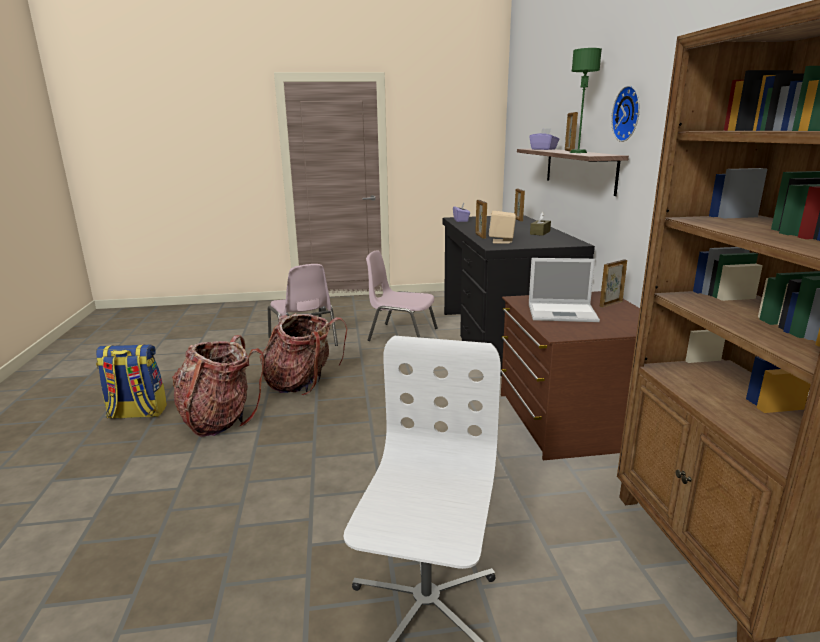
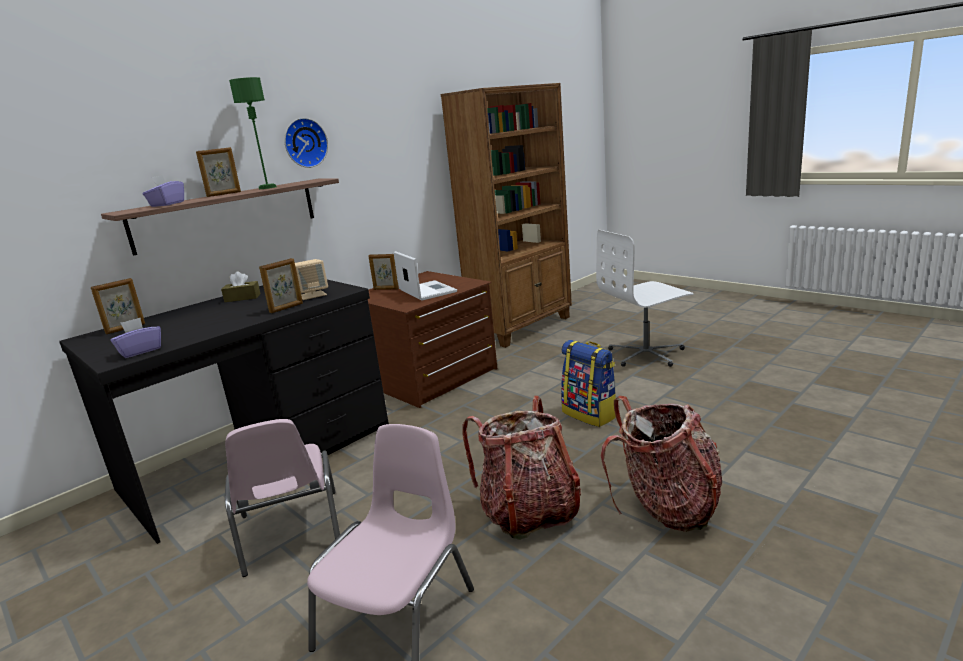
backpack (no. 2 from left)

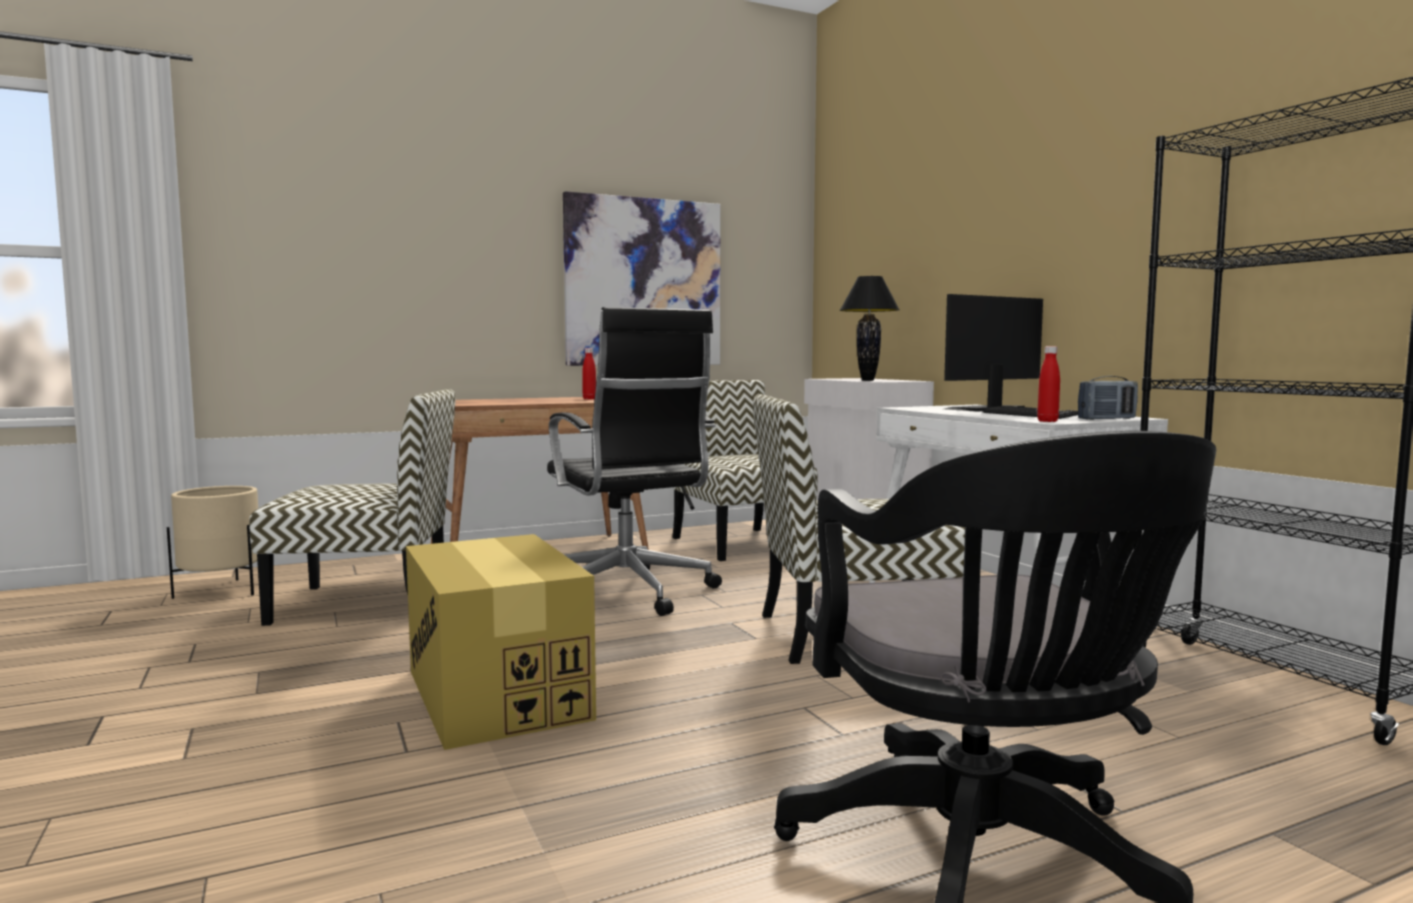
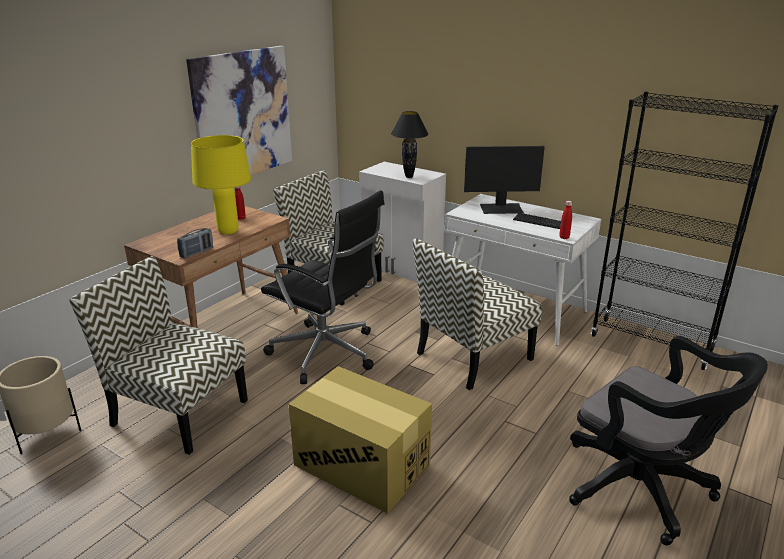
chair (no. 1 from left); radio; table lamp (yellow); monitor

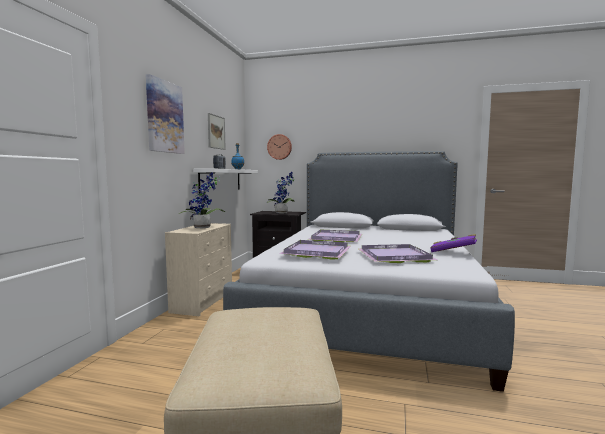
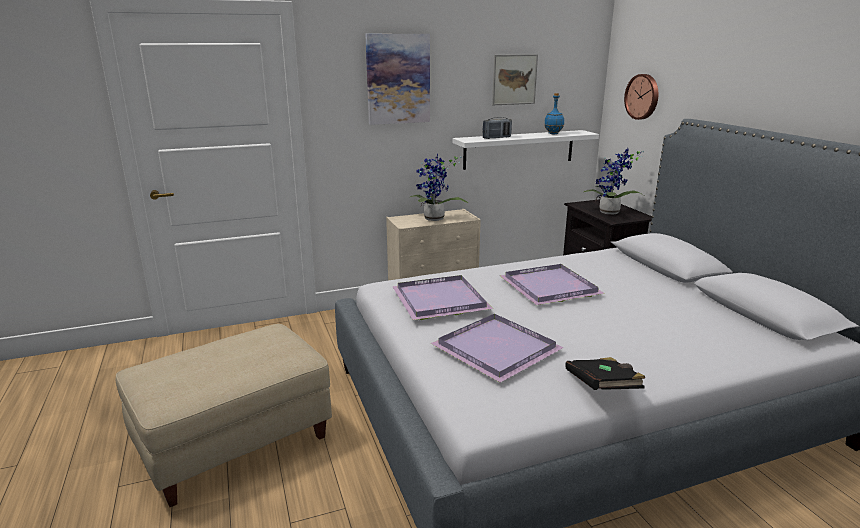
book (black)

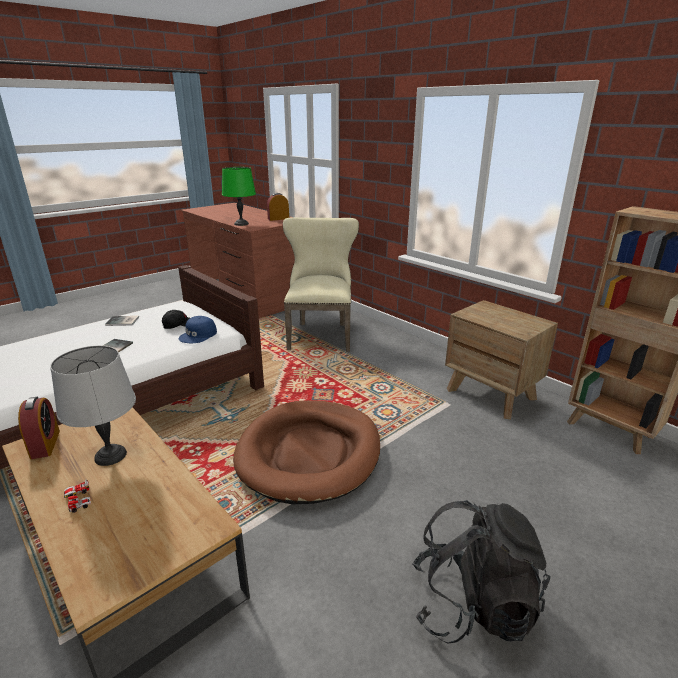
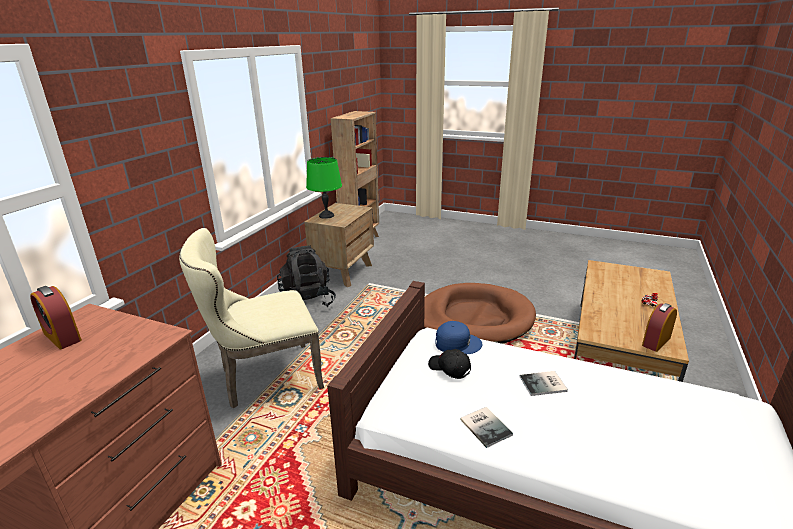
backpack (black); table lamp (green); table lamp (grey)

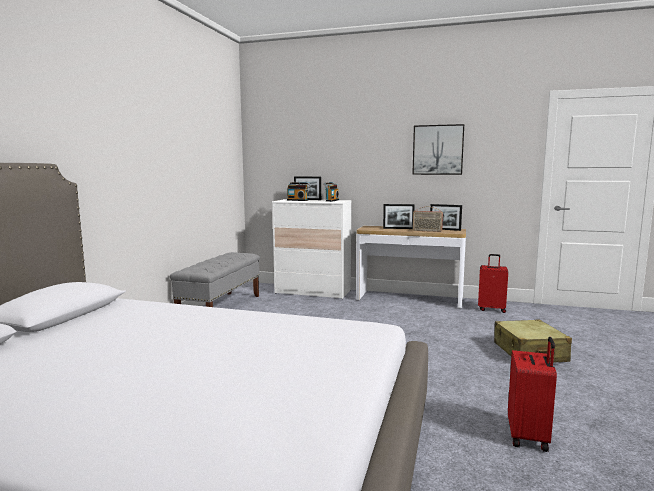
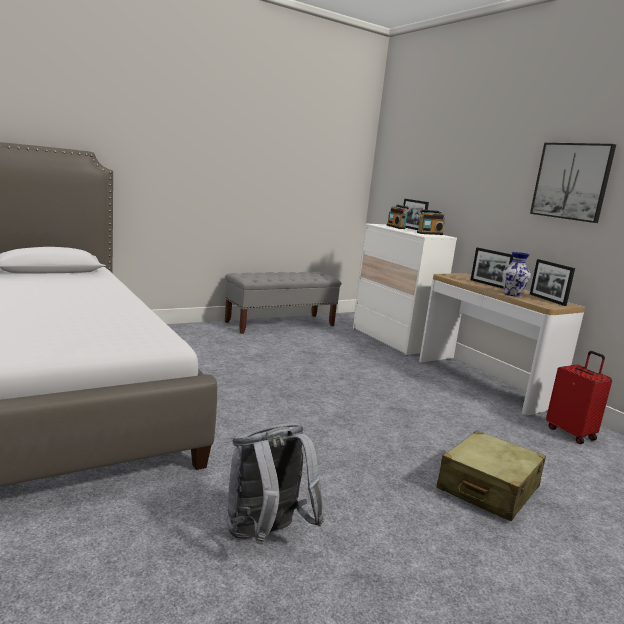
backpack (grey); vase

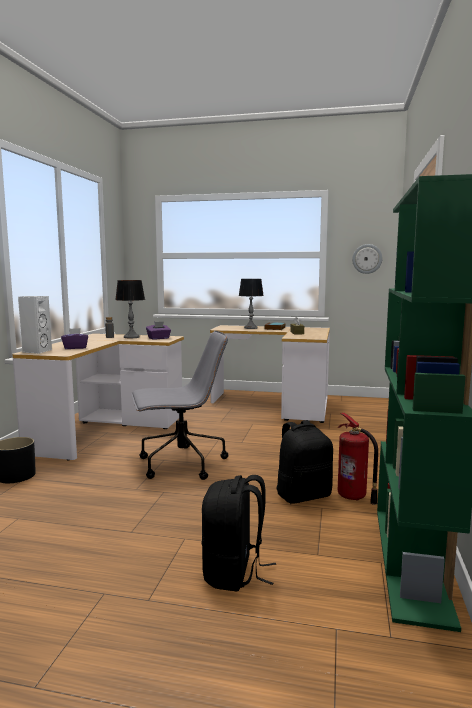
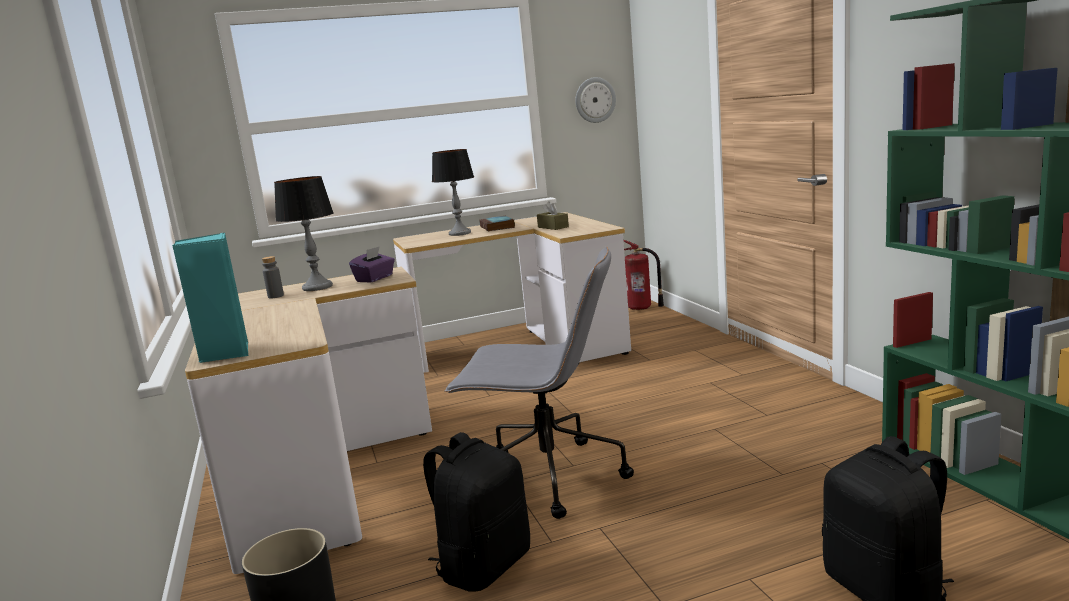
speaker (turquoise); backpack (black) (no. 1 from left); office chair (grey); fire extinguisher; tissue box (purple) (no. 1 from left in the first image)

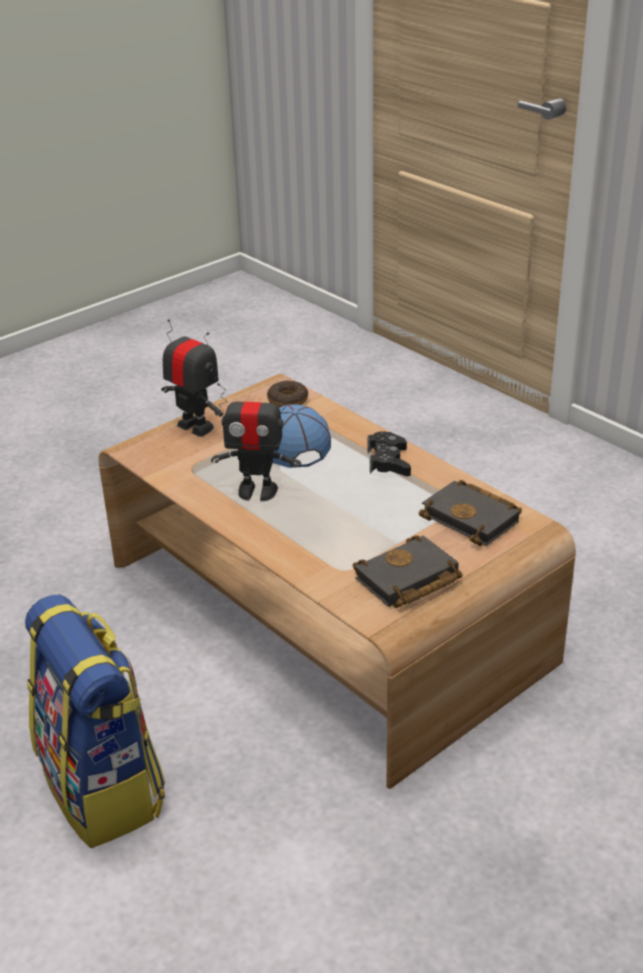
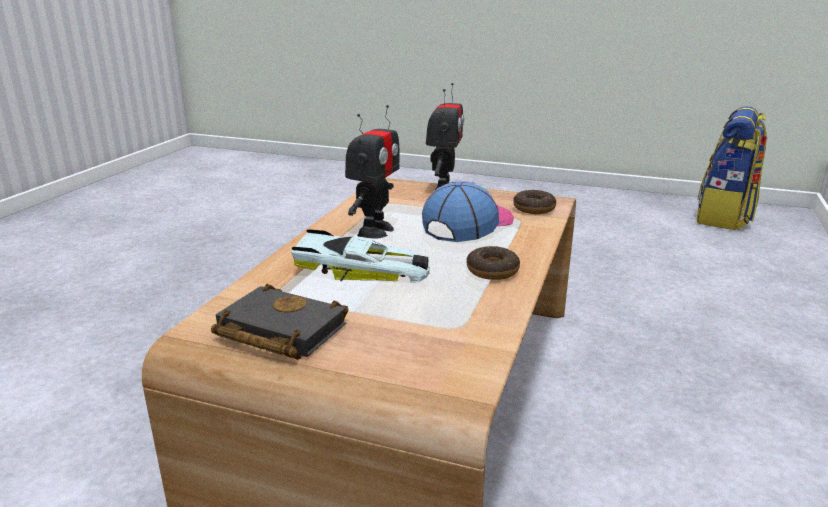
toy car; toy robot (no. 1 from left); donut (no. 1 from left); backpack; book (black) (no. 2 from left in the first image)

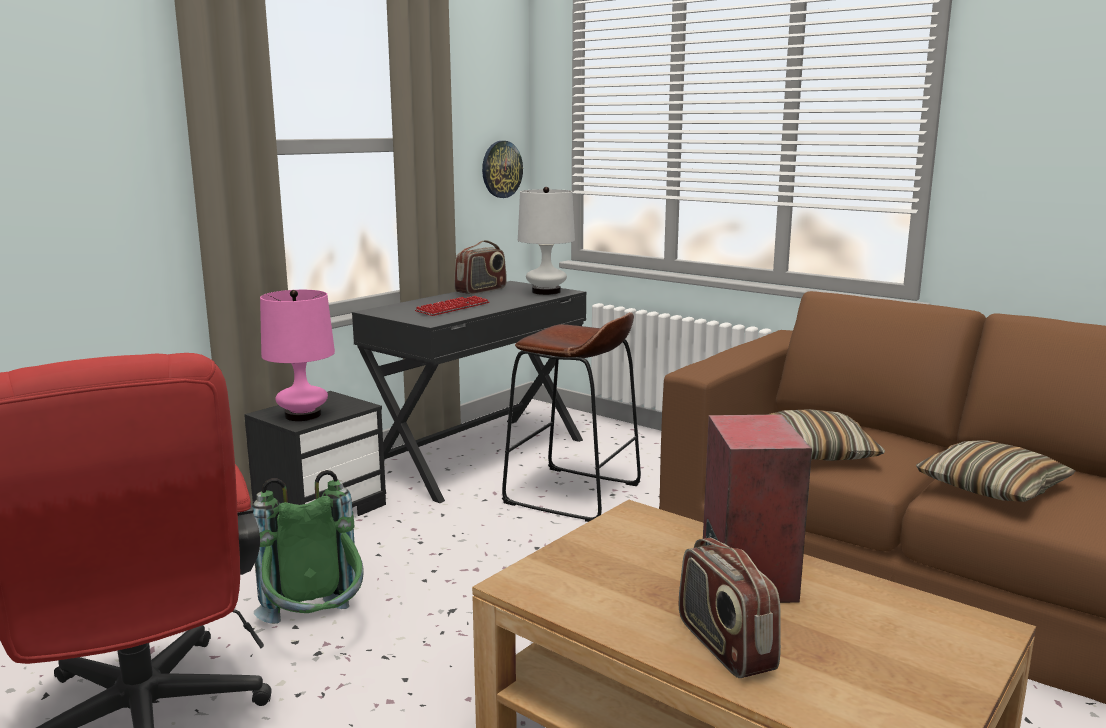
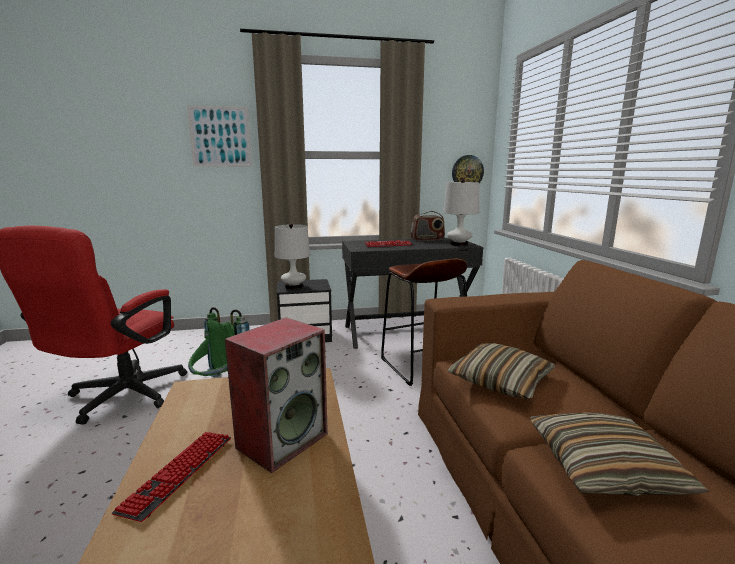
keyboard (no. 1 from left); picture; table lamp (white) (no. 1 from left)

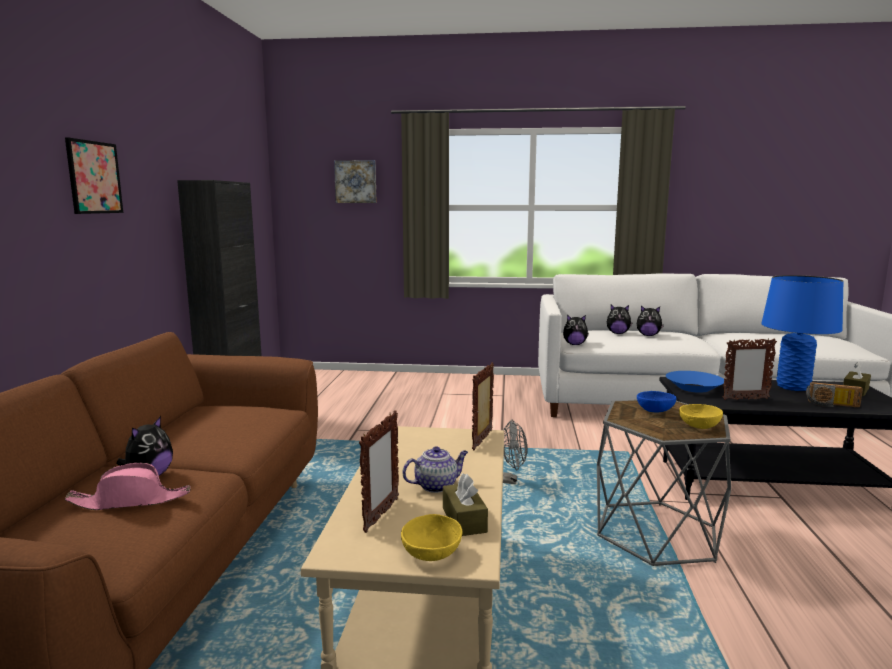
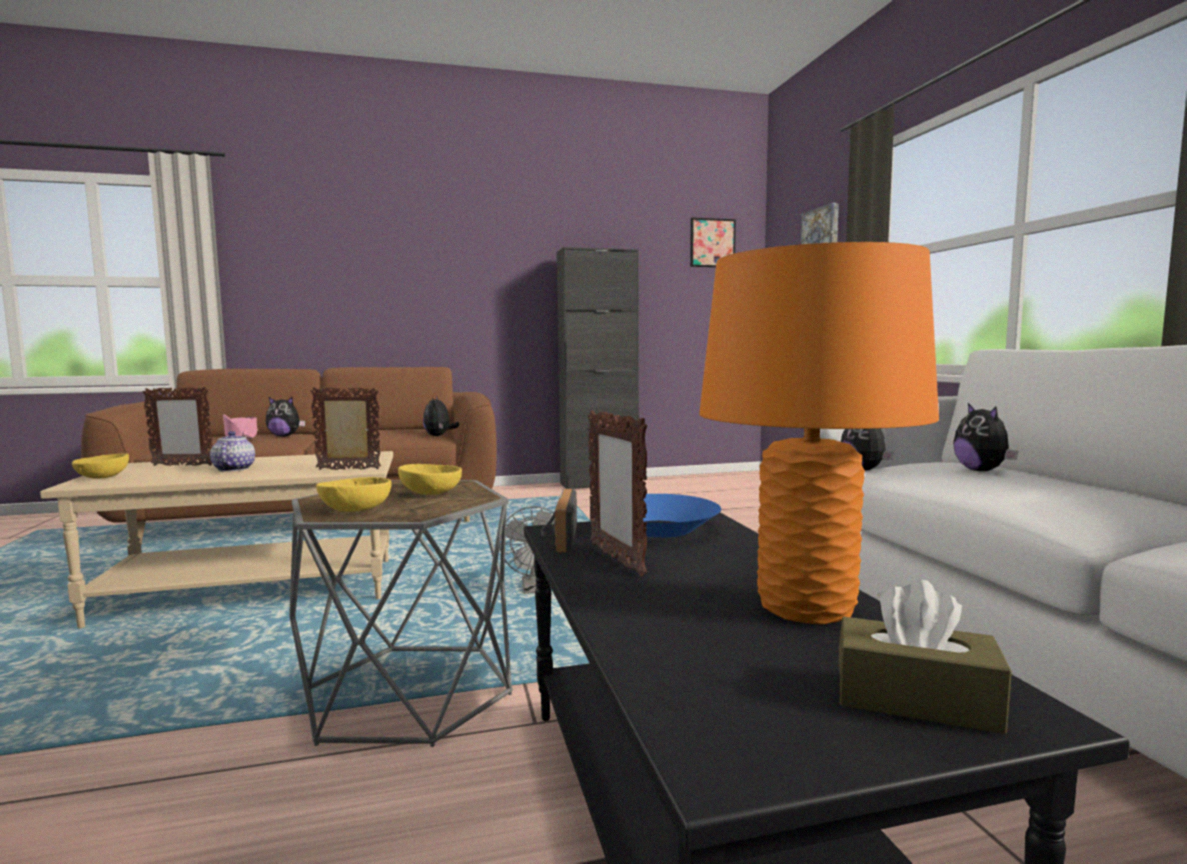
teapot; bowl (yellow) (no. 3 from left); plush toy (no. 2 from left); radio; picture (no. 1 from left); table lamp (orange); tissue box (brown) (no. 1 from left in the first image)

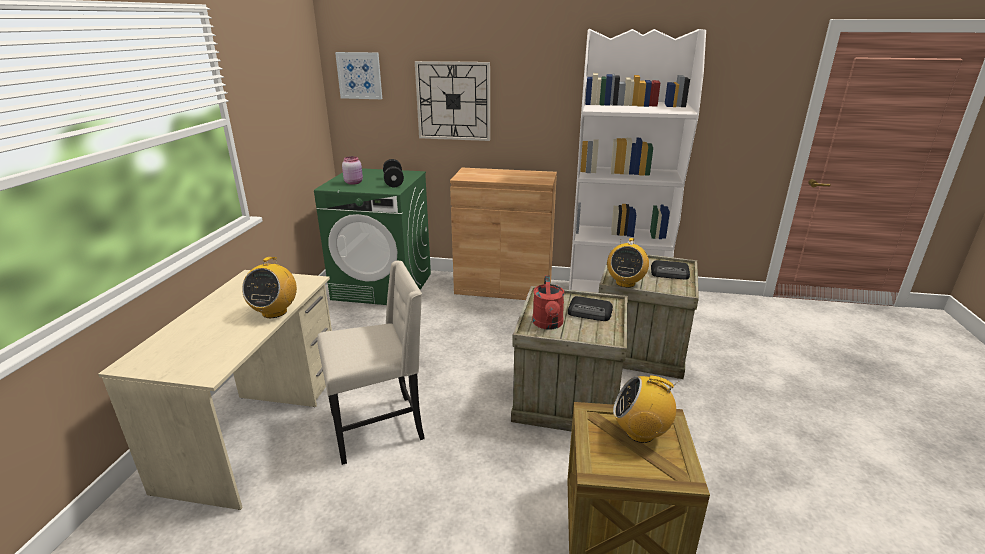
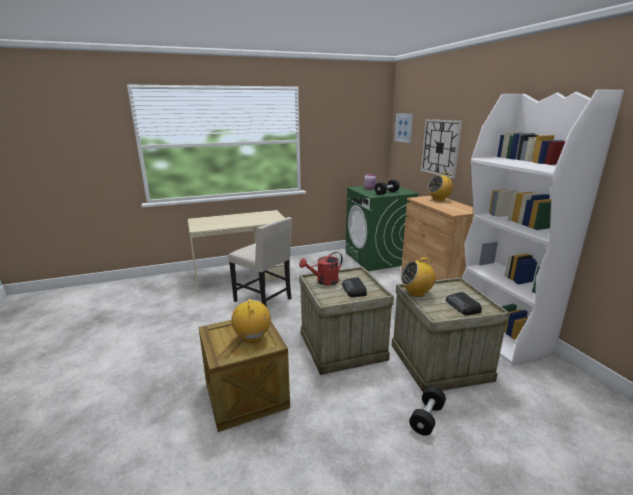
dumbbell (black) (no. 2 from left); radio (no. 4 from left)

